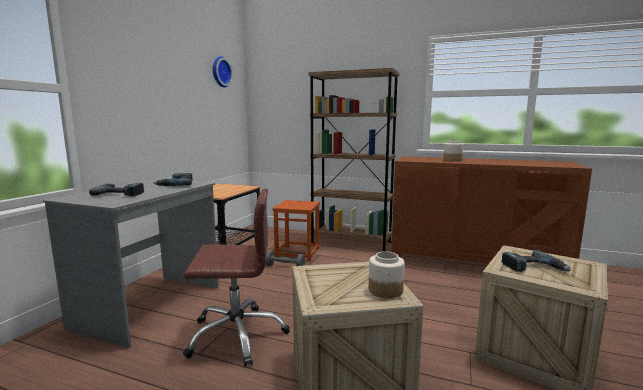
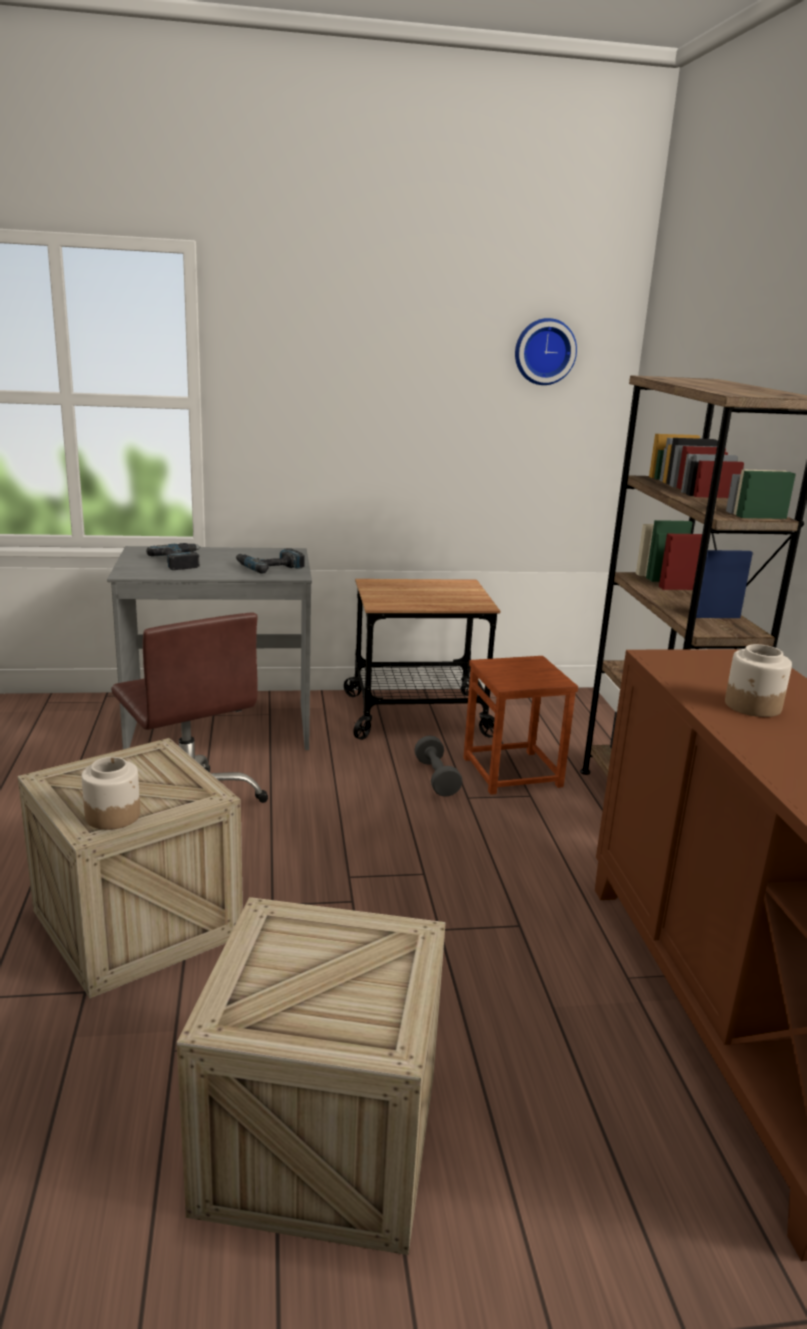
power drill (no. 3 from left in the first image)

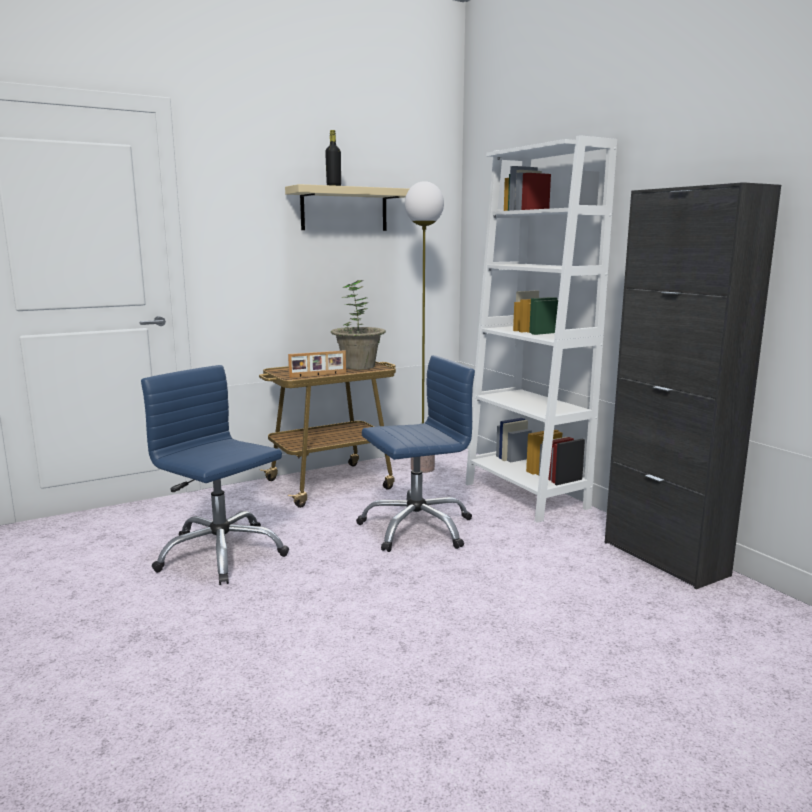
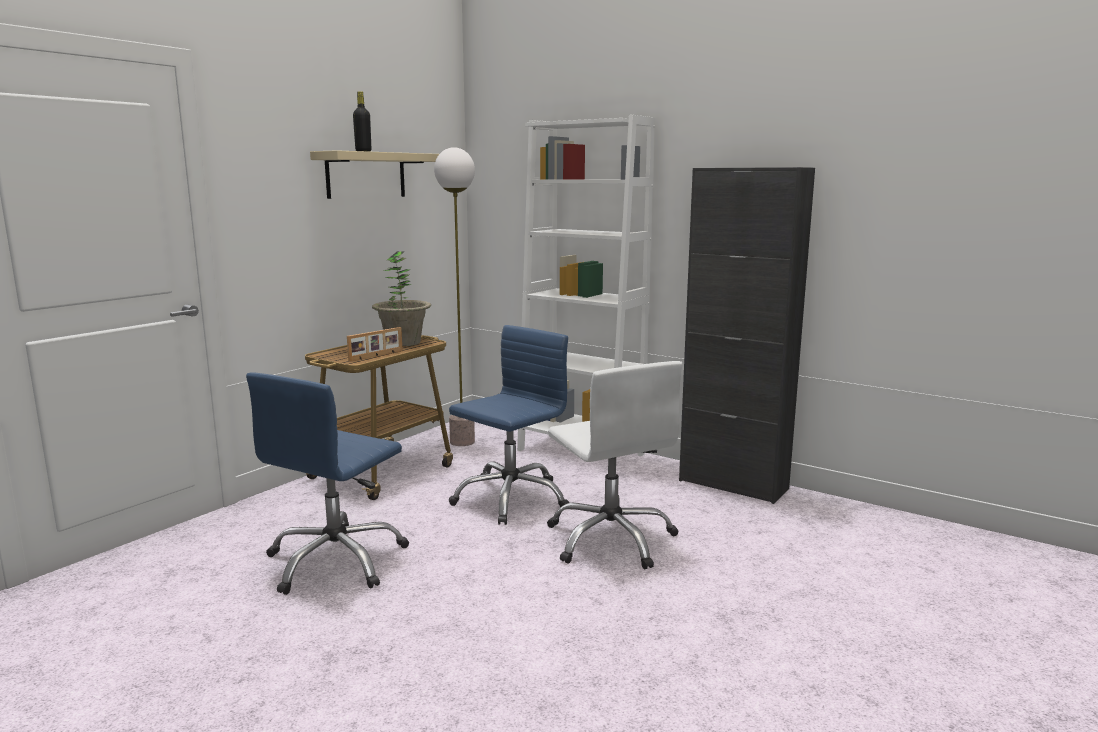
office chair (blue) (no. 1 from left); office chair (white)

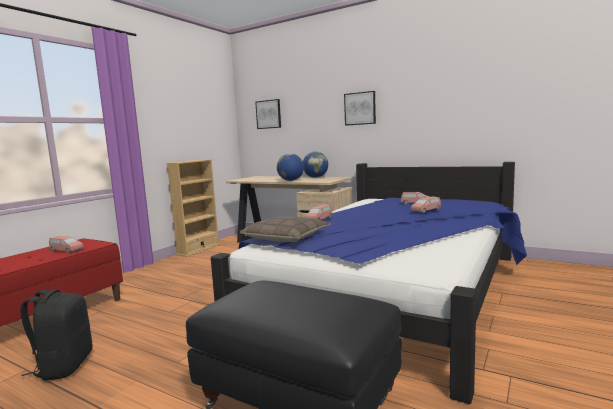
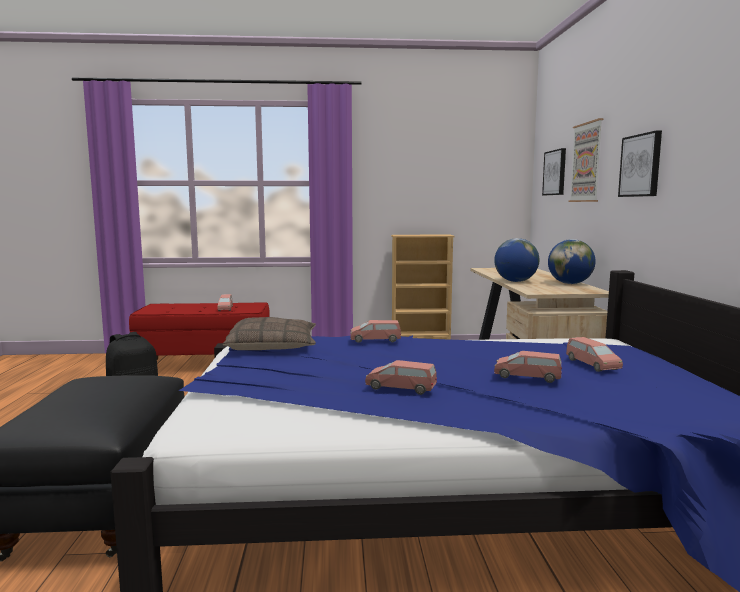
toy car (pink) (no. 3 from left); picture (no. 2 from left)

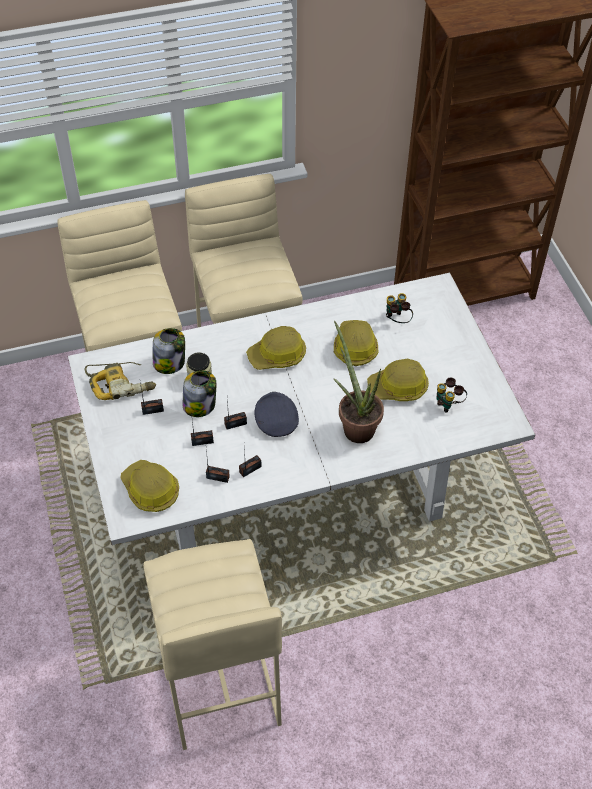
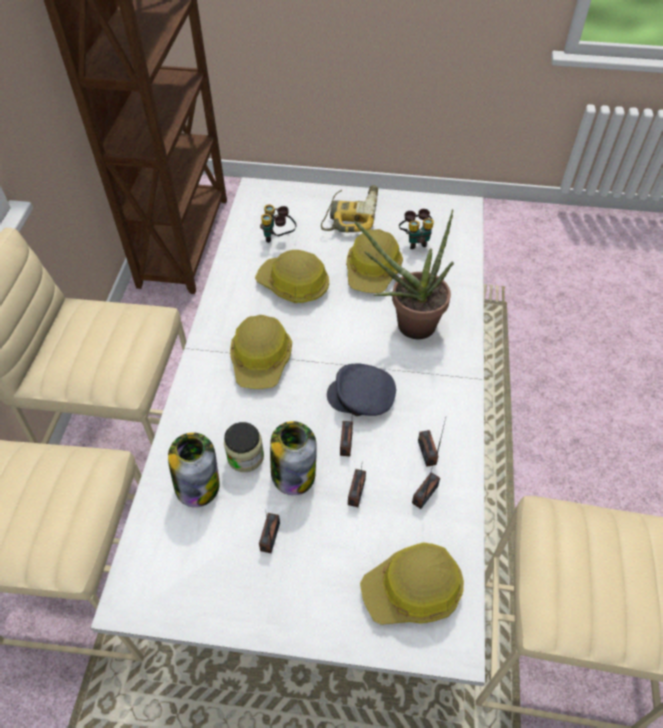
power drill

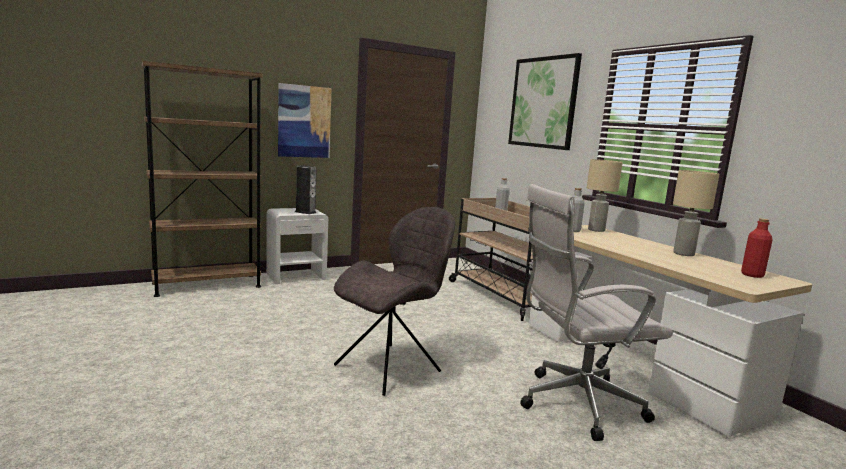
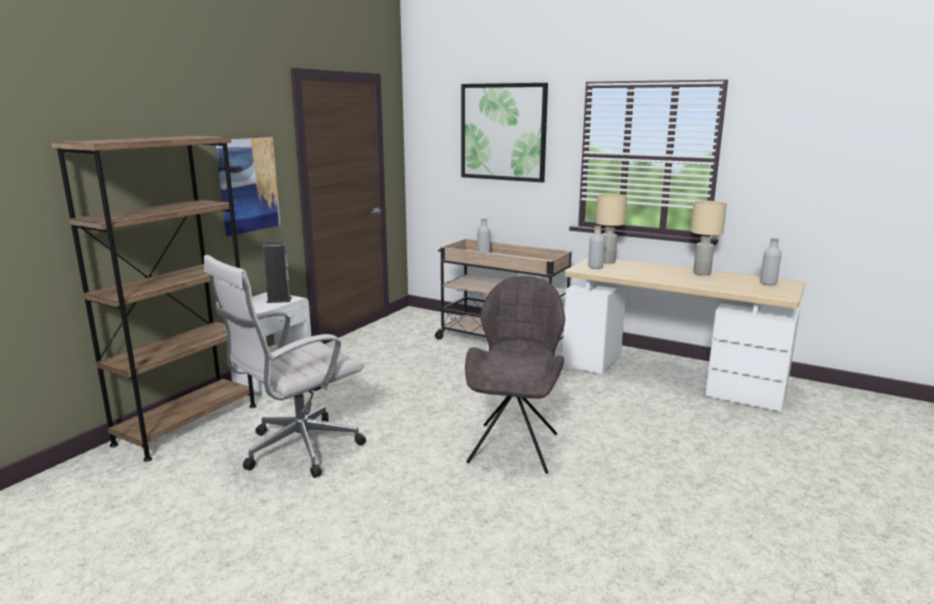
office chair (white); bottle (grey) (no. 3 from left)

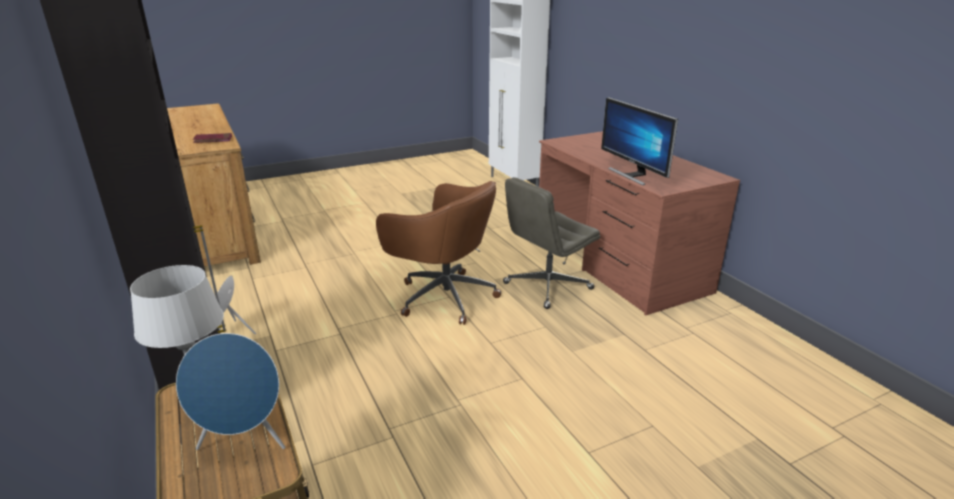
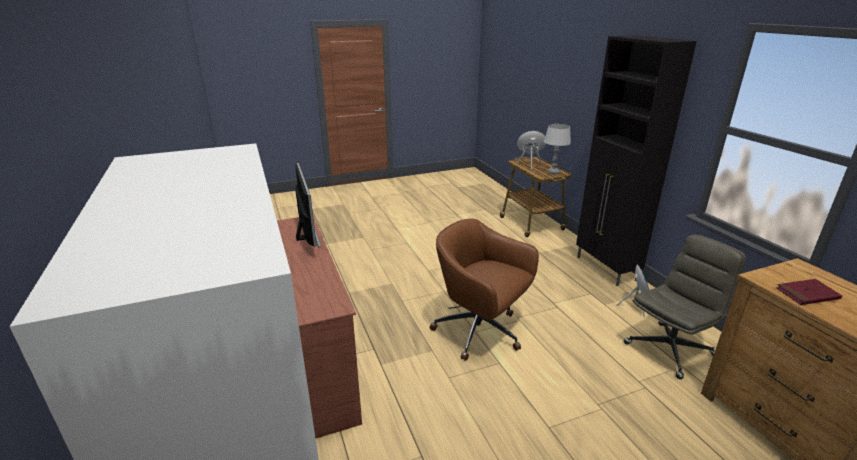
office chair (grey)

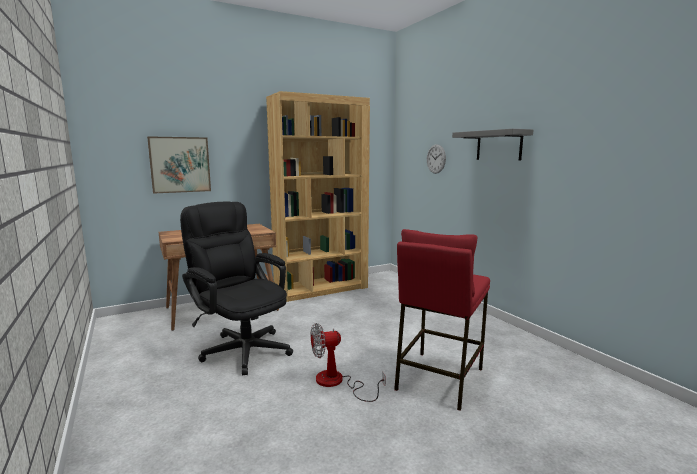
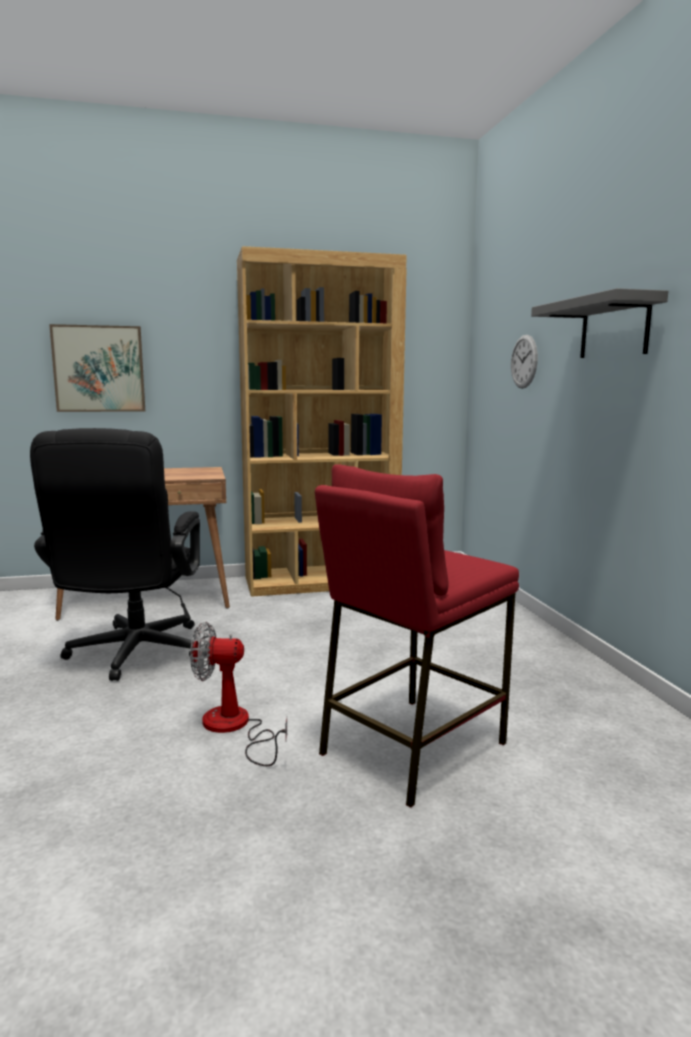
office chair (black)

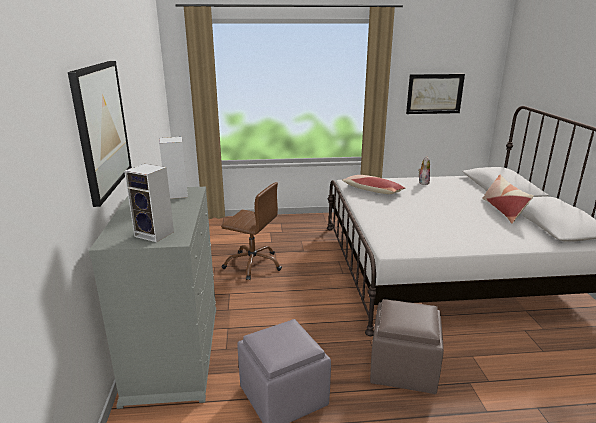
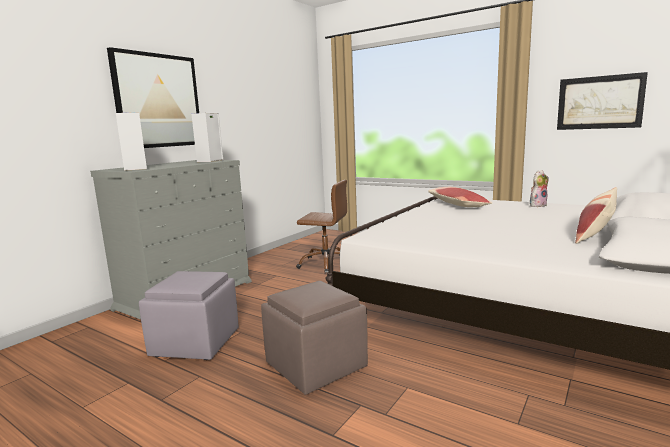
office chair (brown)

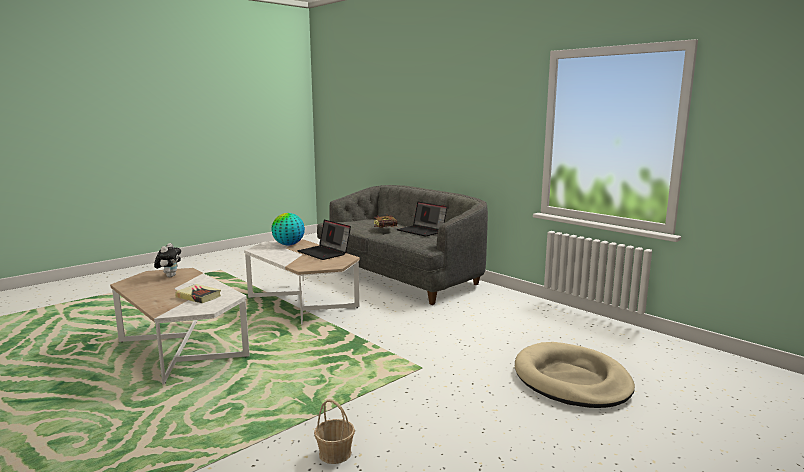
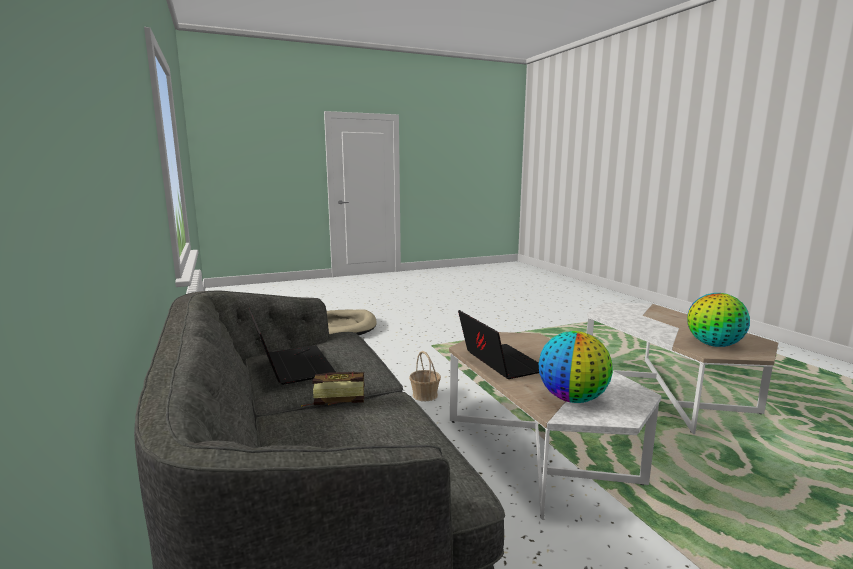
basket; globe (no. 2 from left); book (no. 1 from left in the first image)

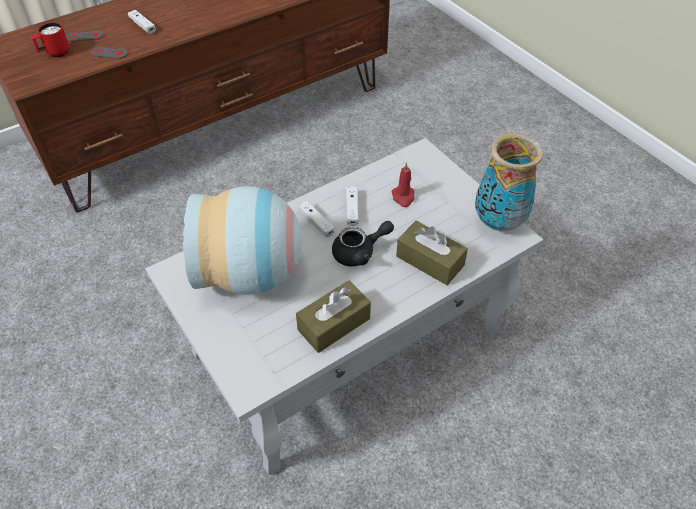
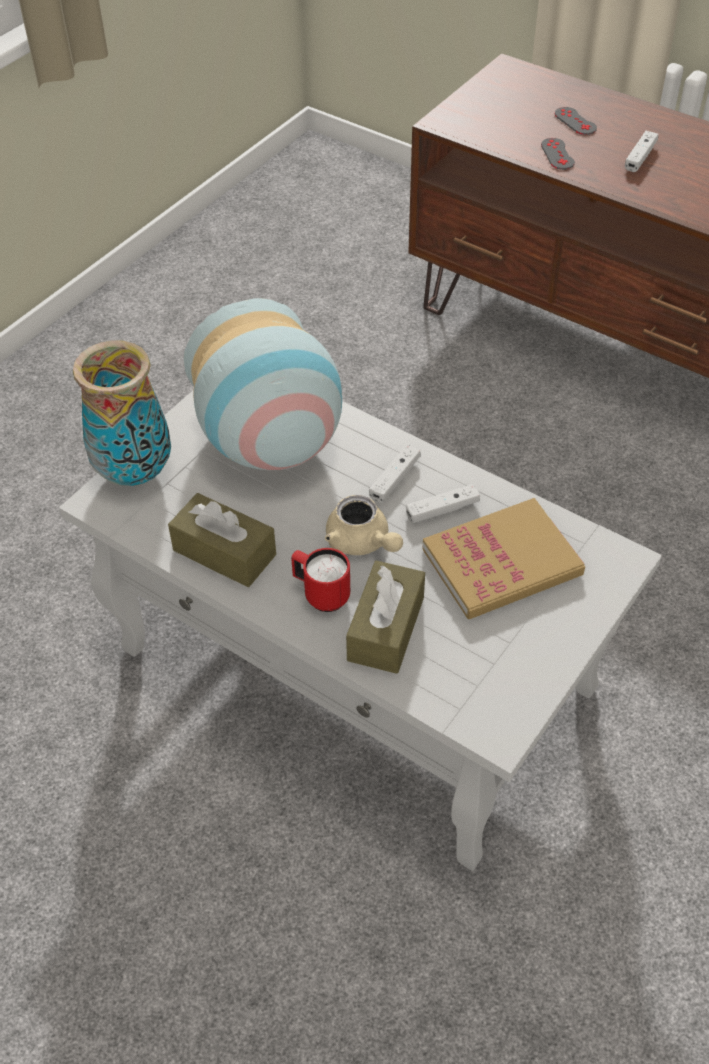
vase (no. 1 from left); mug (red); teapot (beige); book

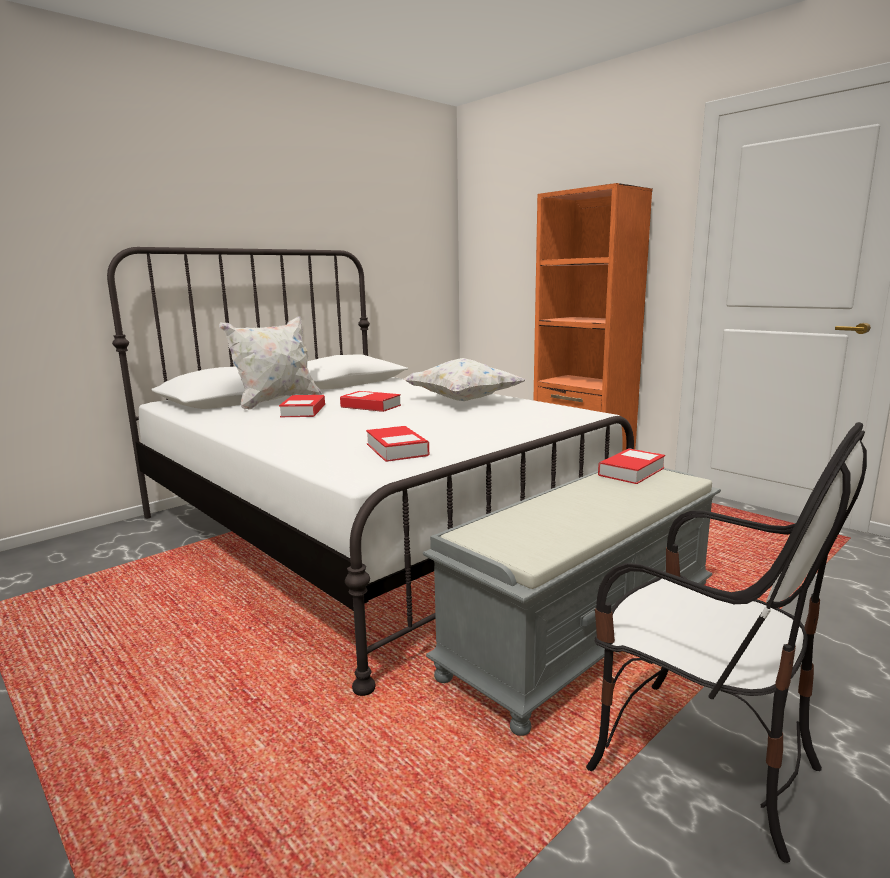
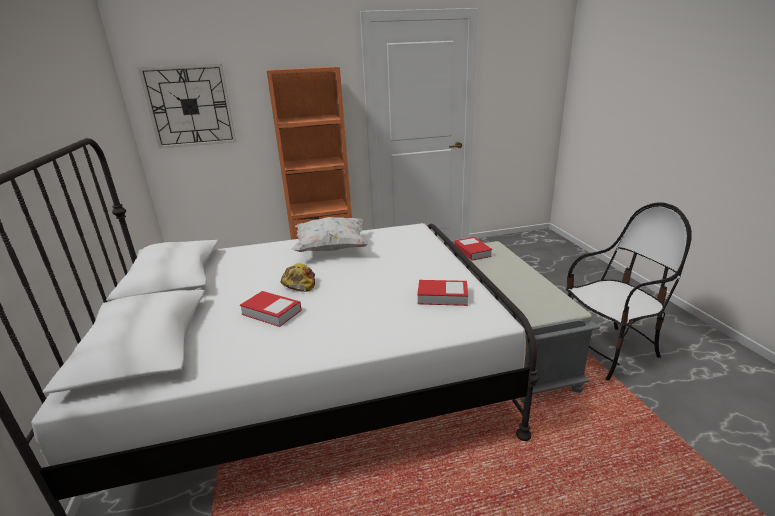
wall clock; cap; pillow (white) (no. 1 from left in the first image)

